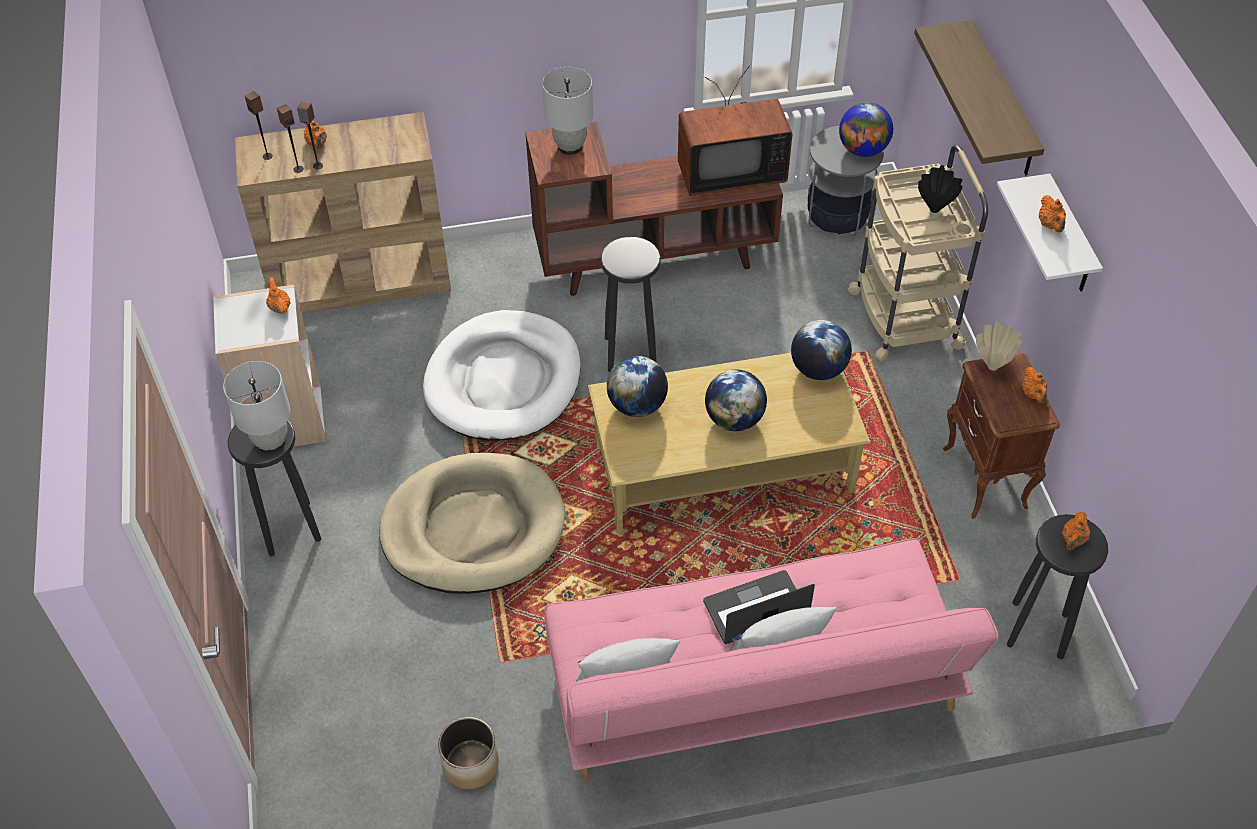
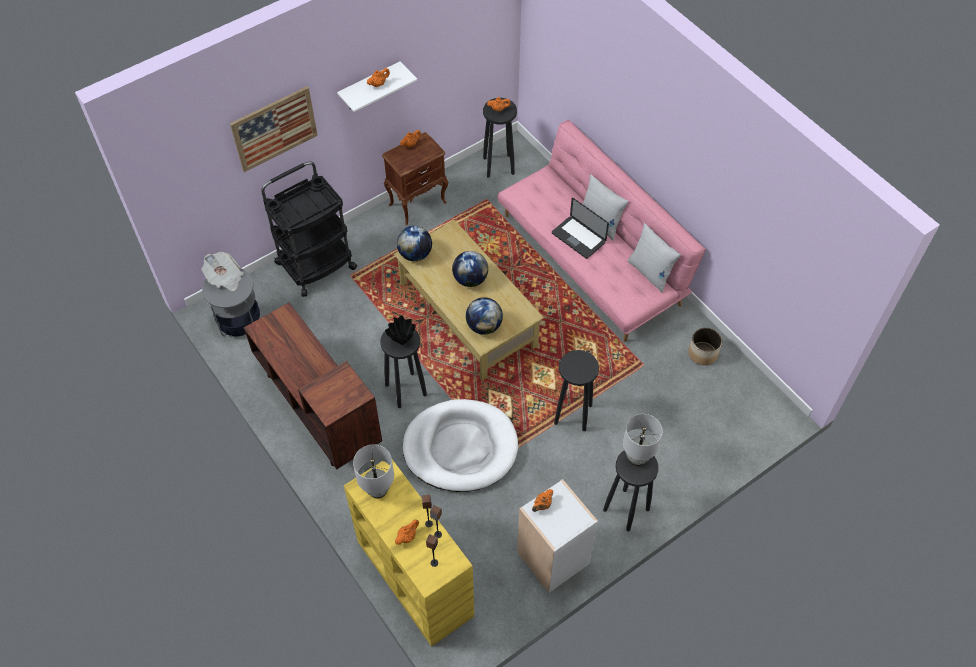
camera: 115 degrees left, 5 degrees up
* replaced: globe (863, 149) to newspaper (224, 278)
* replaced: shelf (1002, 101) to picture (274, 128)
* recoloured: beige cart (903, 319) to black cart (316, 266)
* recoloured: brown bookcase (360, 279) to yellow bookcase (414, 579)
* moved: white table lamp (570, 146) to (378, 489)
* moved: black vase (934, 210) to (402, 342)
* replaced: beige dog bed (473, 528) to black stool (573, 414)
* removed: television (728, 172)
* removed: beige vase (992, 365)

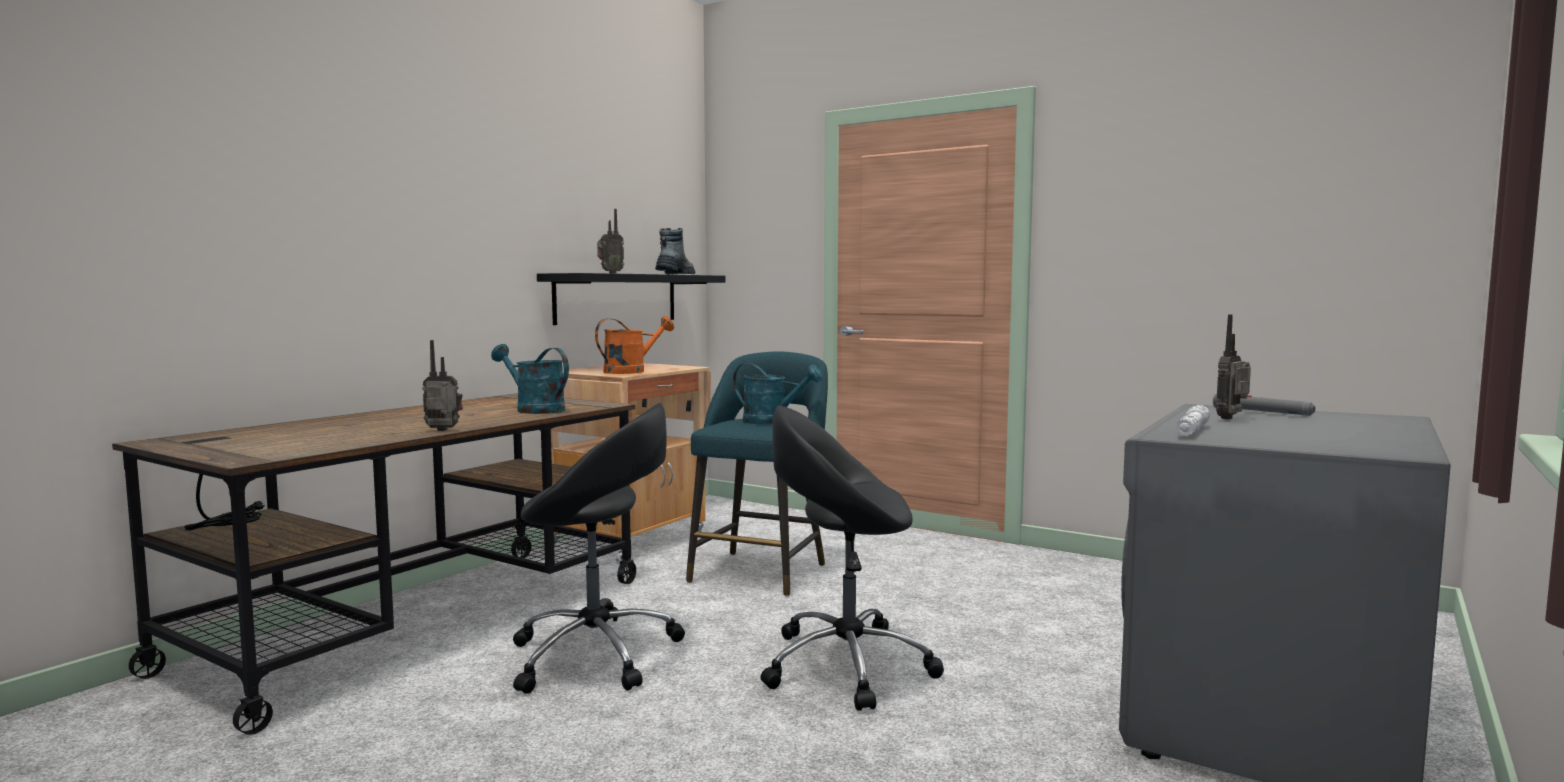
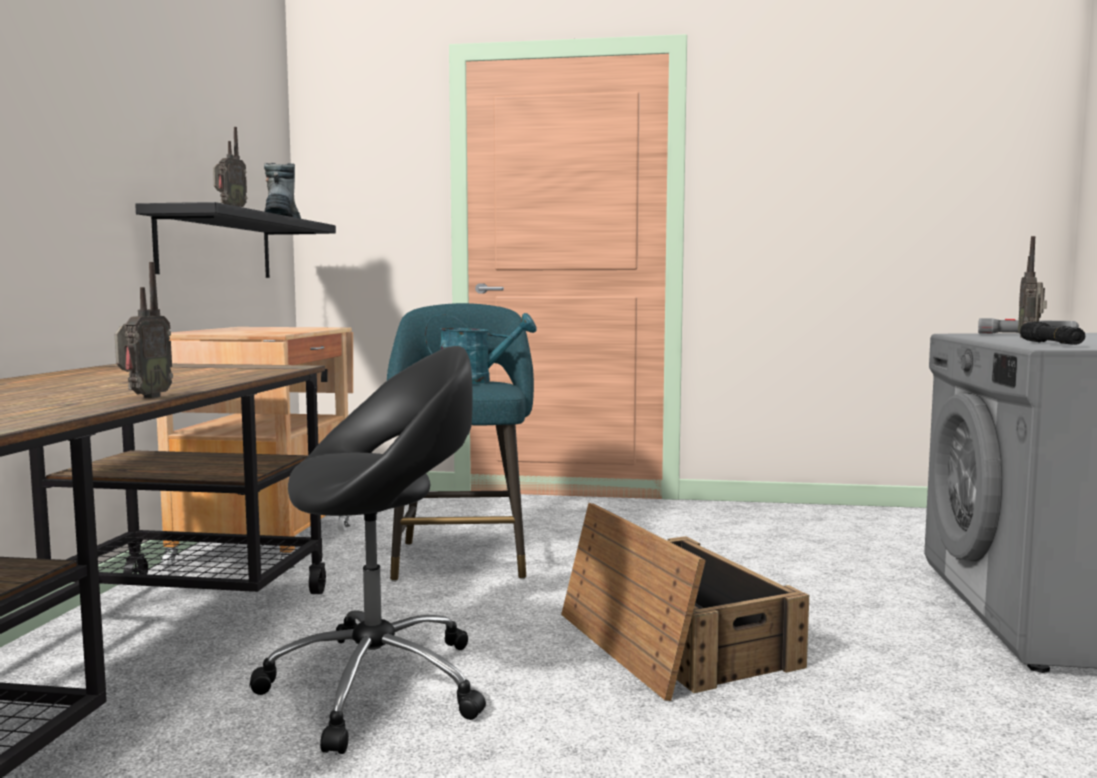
camera: 25 degrees left, 0 degrees up
* turned: radio (443, 431) = (144, 397) 135 degrees clockwise
* replaced: black office chair (843, 665) to crate (672, 640)
* recoloured: white flashlight (1192, 431) to black flashlight (1051, 344)
* removed: turquoise watering can (534, 409)
* removed: orange watering can (631, 371)

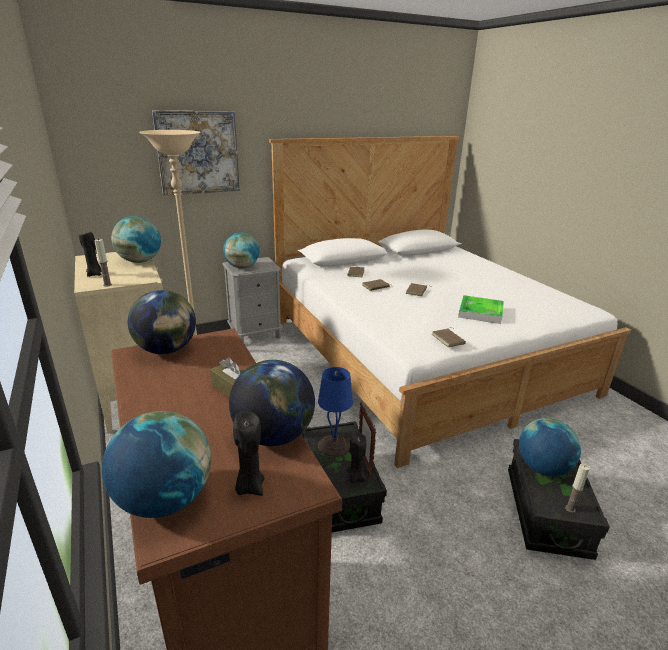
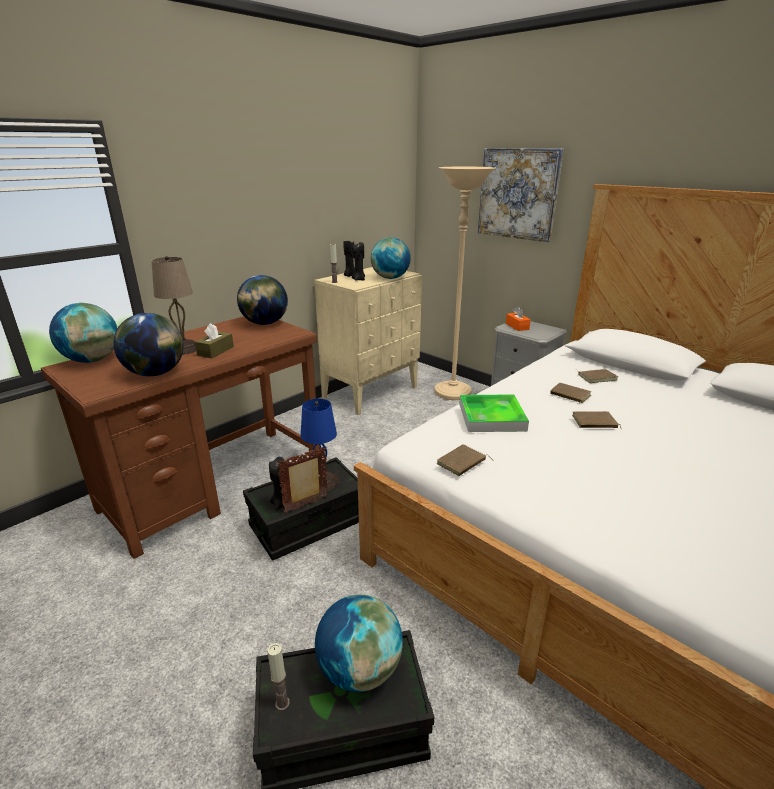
camera: 70 degrees right, 0 degrees up
* added: beige table lamp (183, 349)
* moved: black candle (249, 487) to (358, 279)
* moved: tray (480, 312) to (491, 417)
* replaced: globe (242, 267) to orange tissue box (517, 326)

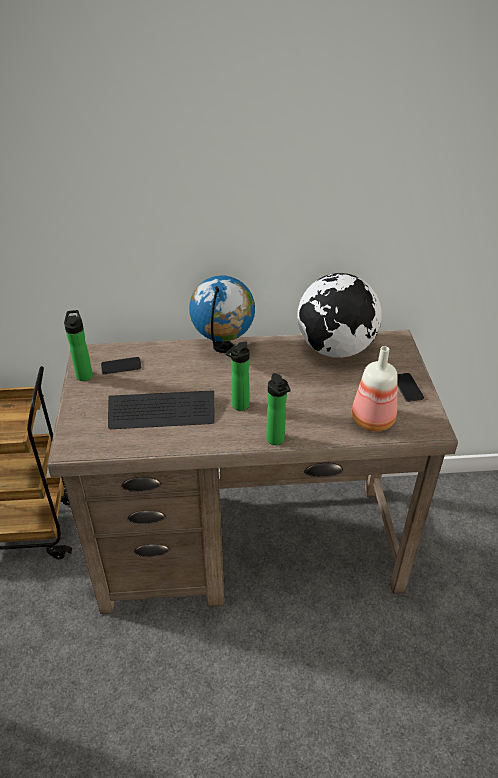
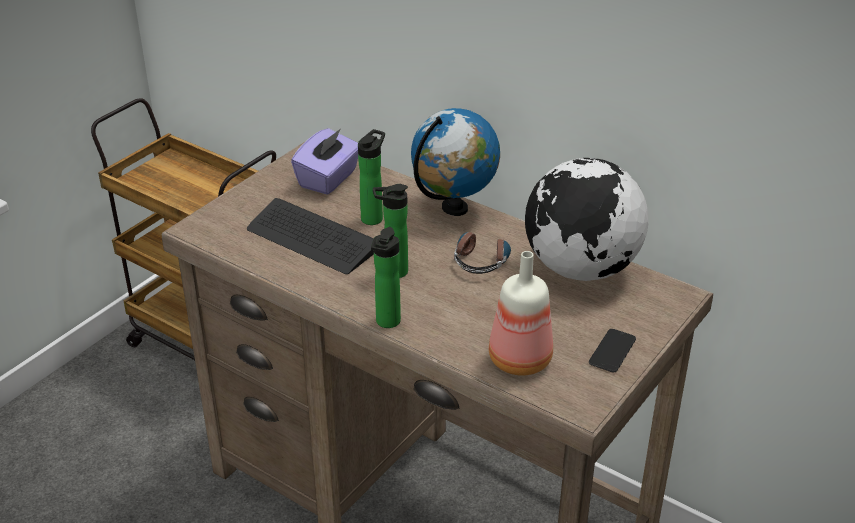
camera: 40 degrees right, 5 degrees down
* replaced: phone (121, 366) to purple tissue box (329, 179)
* moved: bottle (84, 374) to (373, 217)
* added: headphones (482, 257)

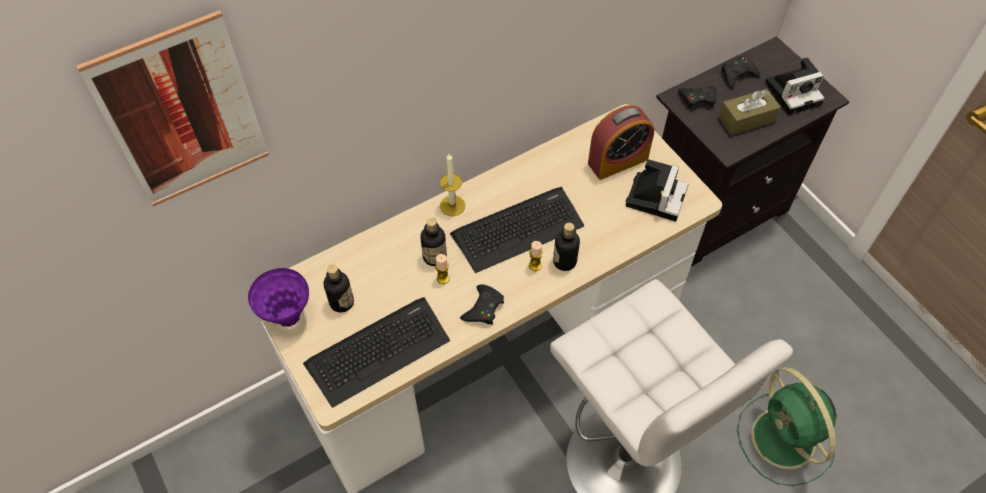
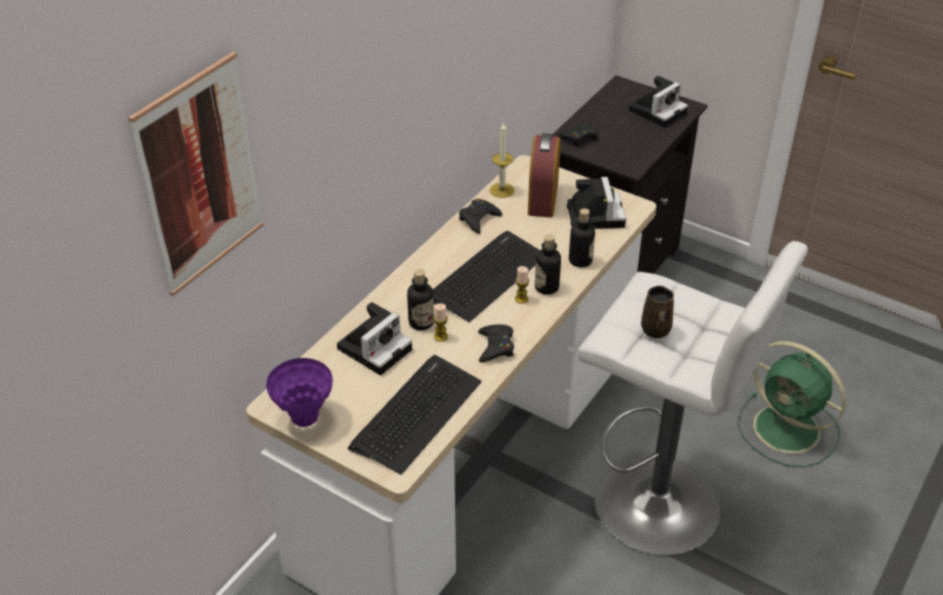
camera: 25 degrees left, 15 degrees down
* added: photo camera (375, 347)
* moved: black game controller (737, 75) to (478, 219)
* moved: candle (452, 206) to (502, 190)
* turned: alarm clock (618, 161) = (543, 198) 150 degrees clockwise
* moved: bottle (342, 302) to (580, 260)
* added: brown mug (655, 331)
* removed: brown tissue box (746, 119)

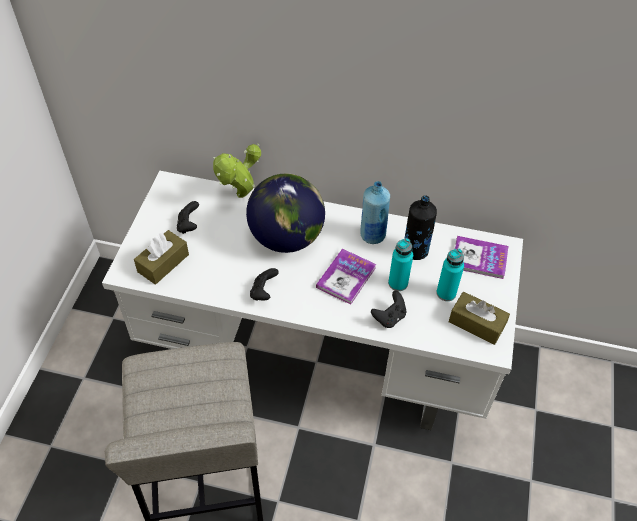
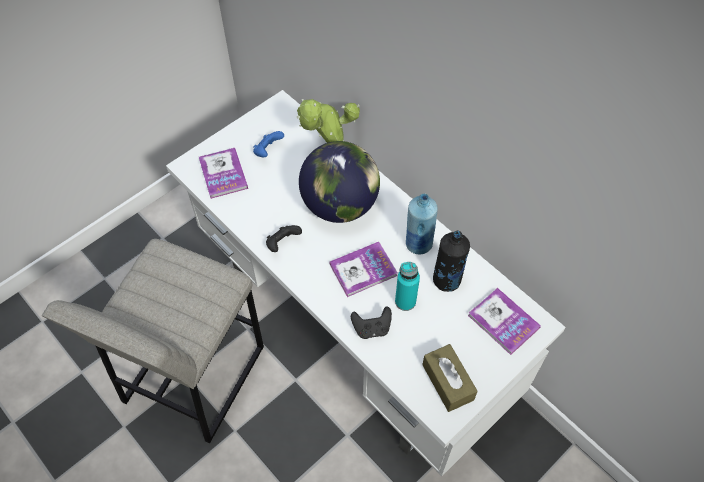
camera: 35 degrees right, 5 degrees up
* replaced: brown tissue box (163, 263) to book (223, 174)
* recoloured: black game controller (189, 225) to blue game controller (268, 151)
* removed: turquoise bottle (446, 293)

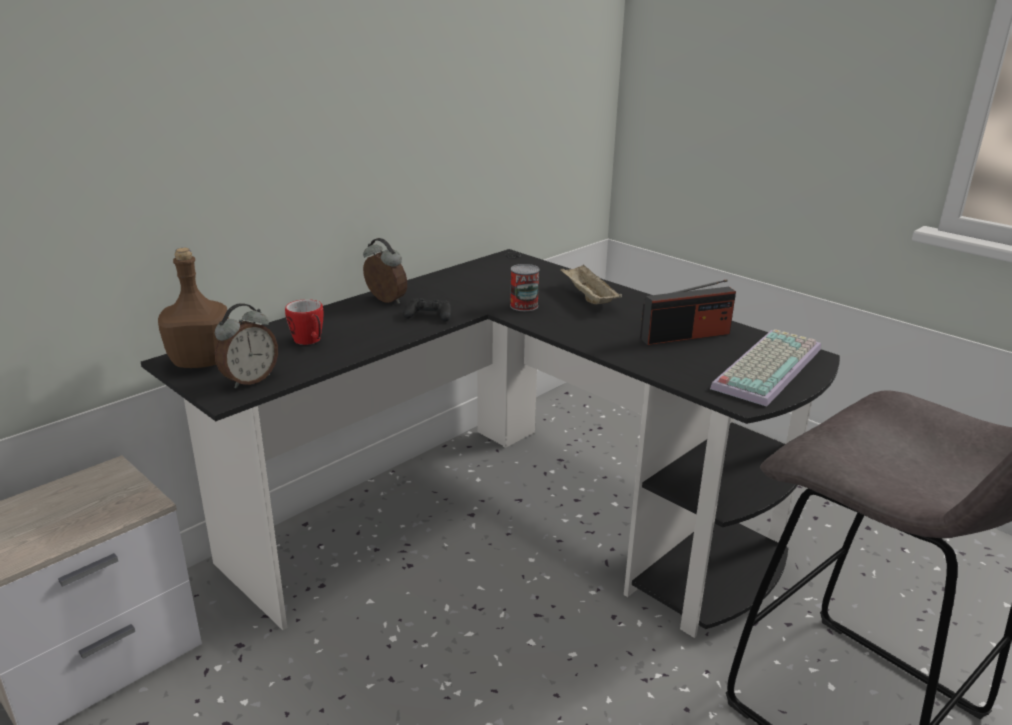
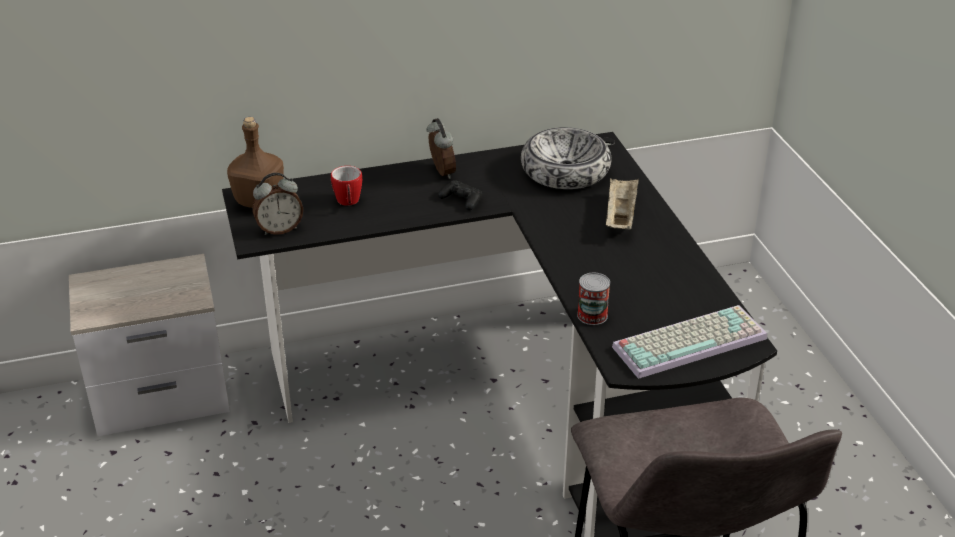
camera: 30 degrees right, 10 degrees up
* added: bowl (565, 171)
* moved: can (524, 306) to (592, 315)
* removed: radio (685, 336)

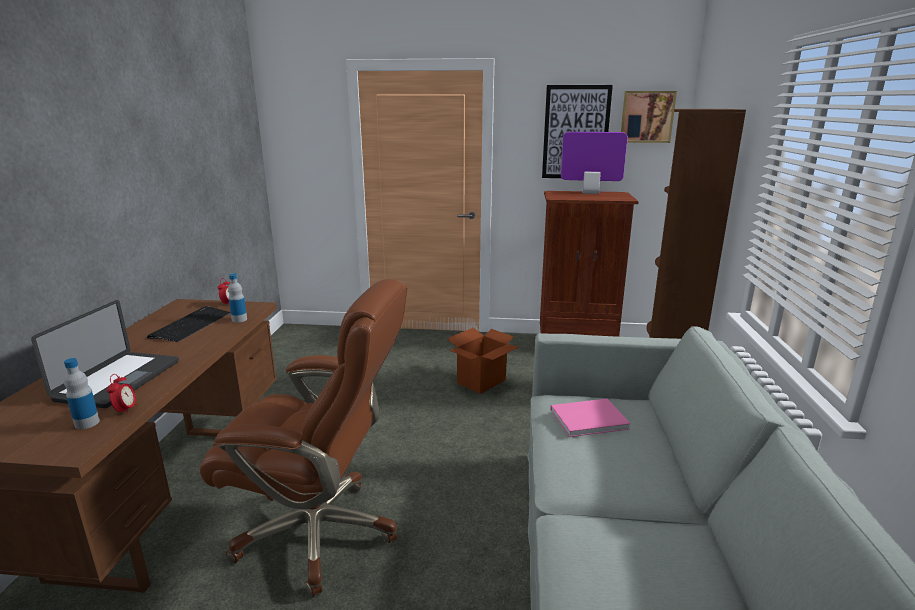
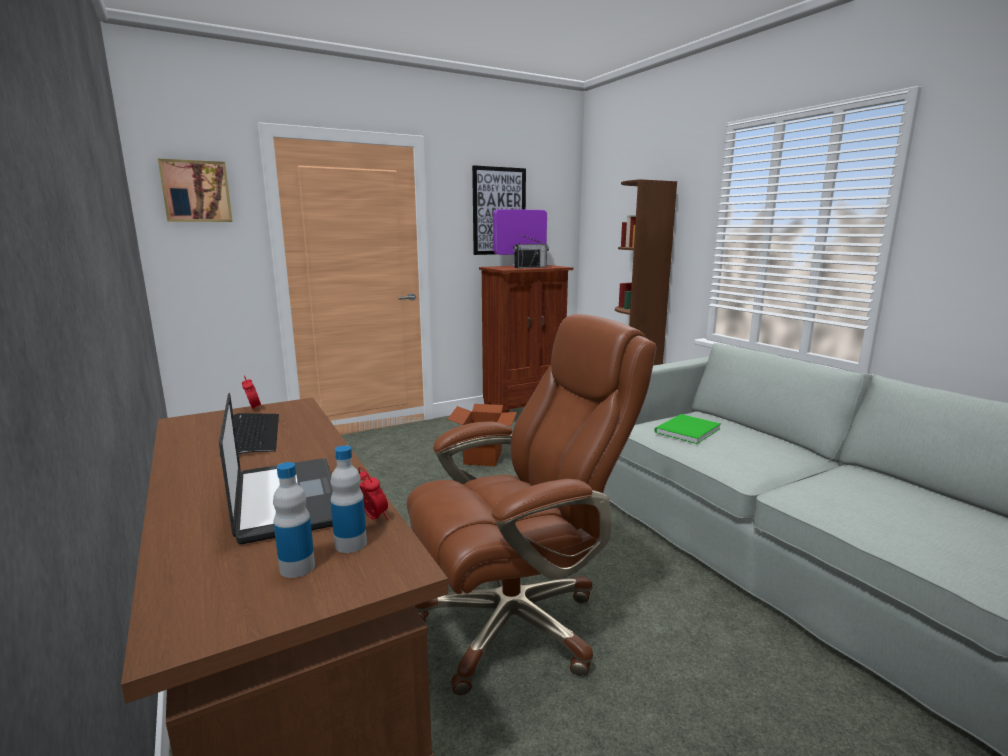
camera: 35 degrees left, 5 degrees down
* moved: picture (647, 117) to (196, 191)
* moved: bottle (239, 319) to (297, 567)
* added: radio (530, 267)
* recoloured: pink book (586, 418) to green book (685, 430)

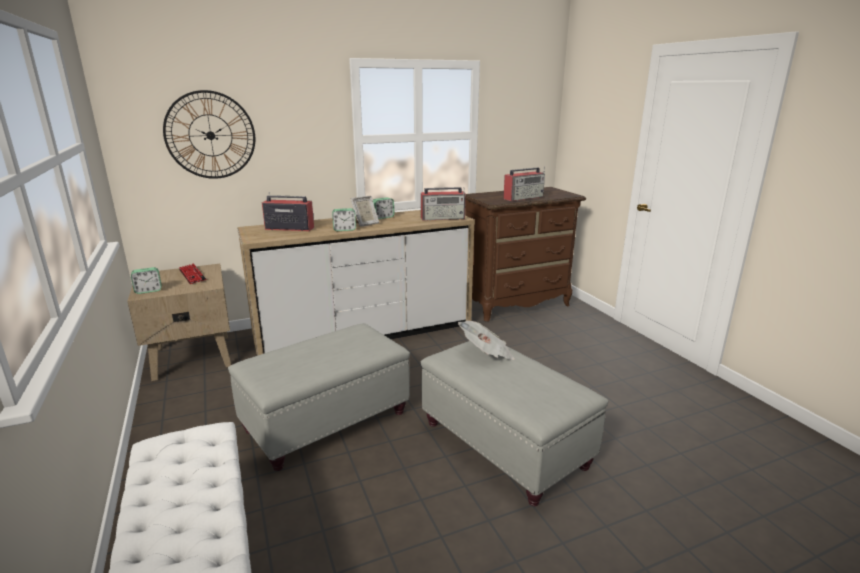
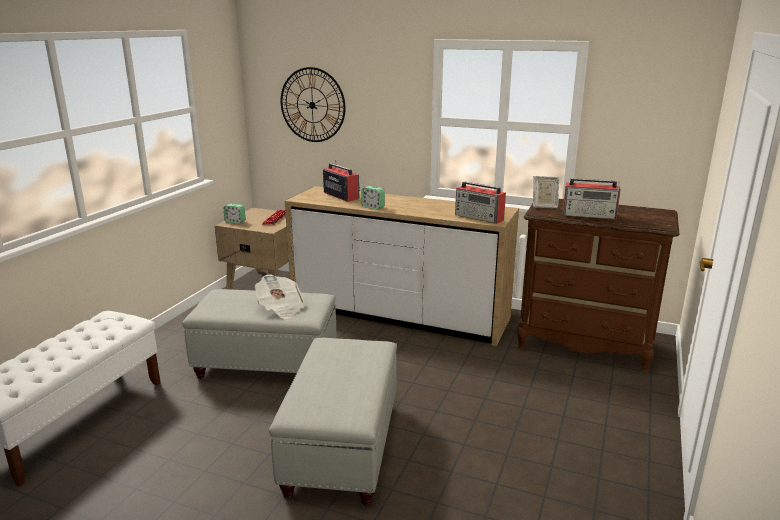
camera: 45 degrees right, 0 degrees up
* moved: newspaper (486, 353) to (280, 308)
* moved: picture frame (365, 224) to (544, 206)
* removed: alarm clock (383, 217)

